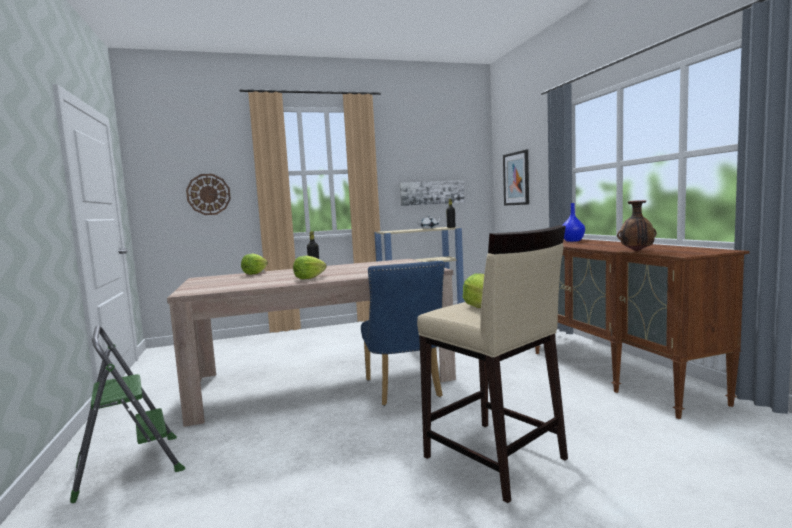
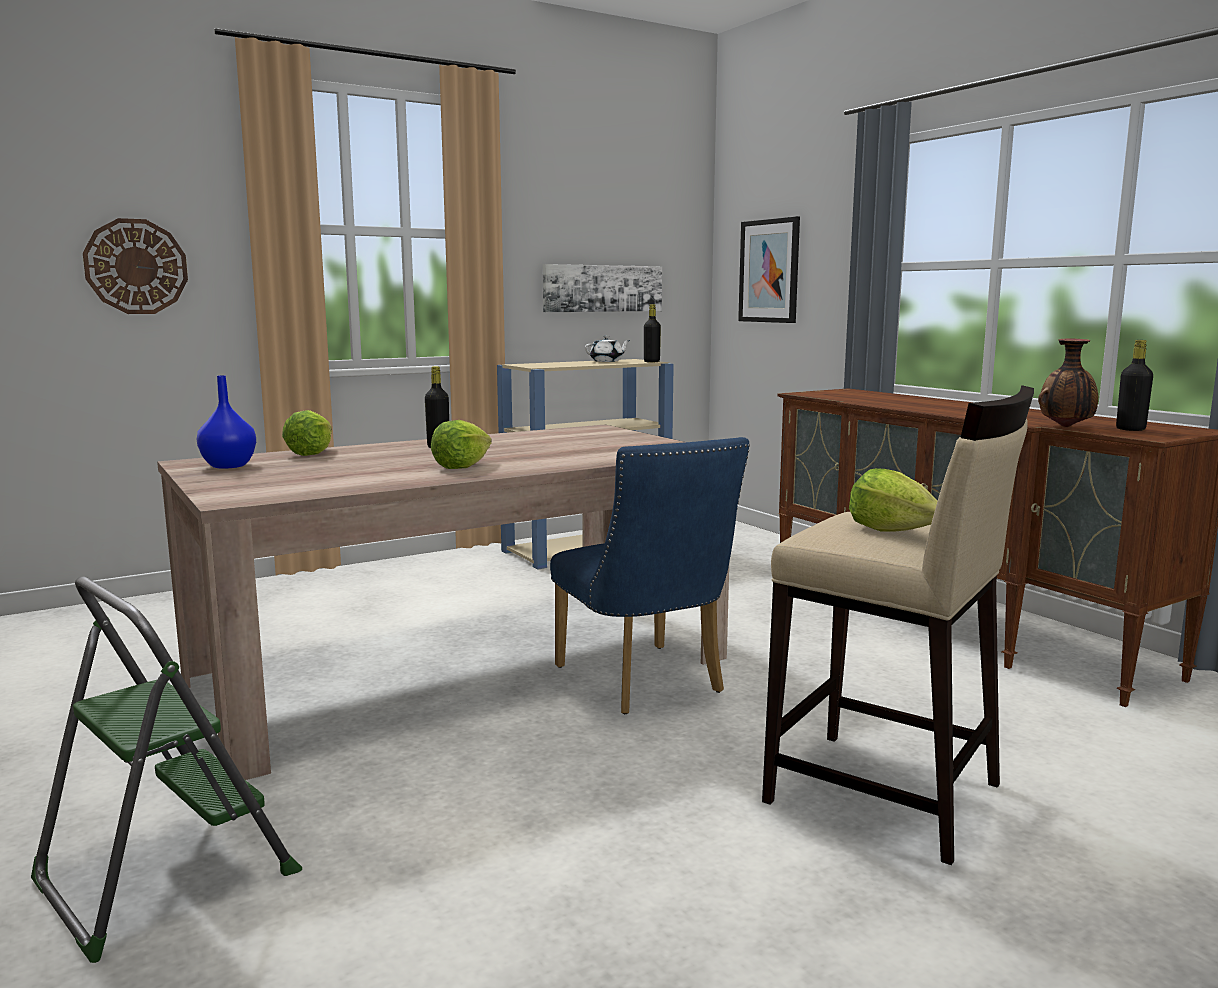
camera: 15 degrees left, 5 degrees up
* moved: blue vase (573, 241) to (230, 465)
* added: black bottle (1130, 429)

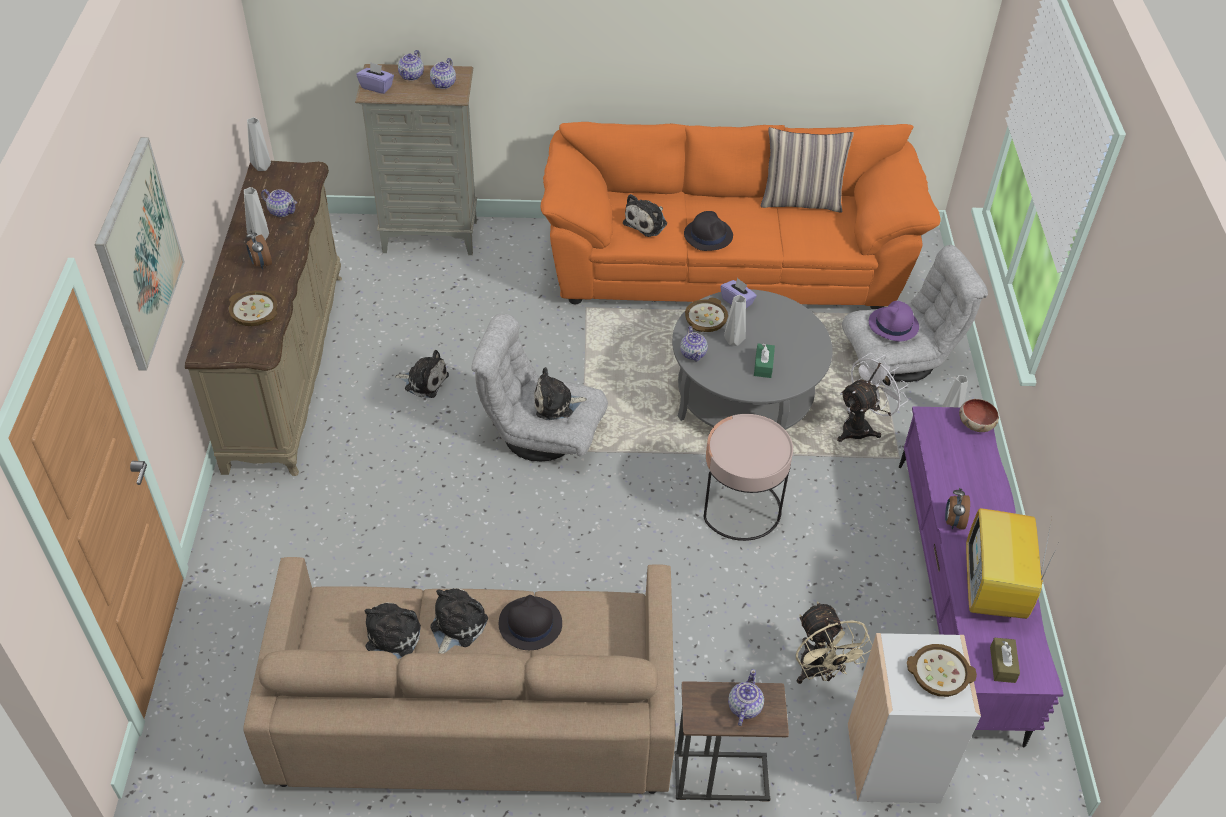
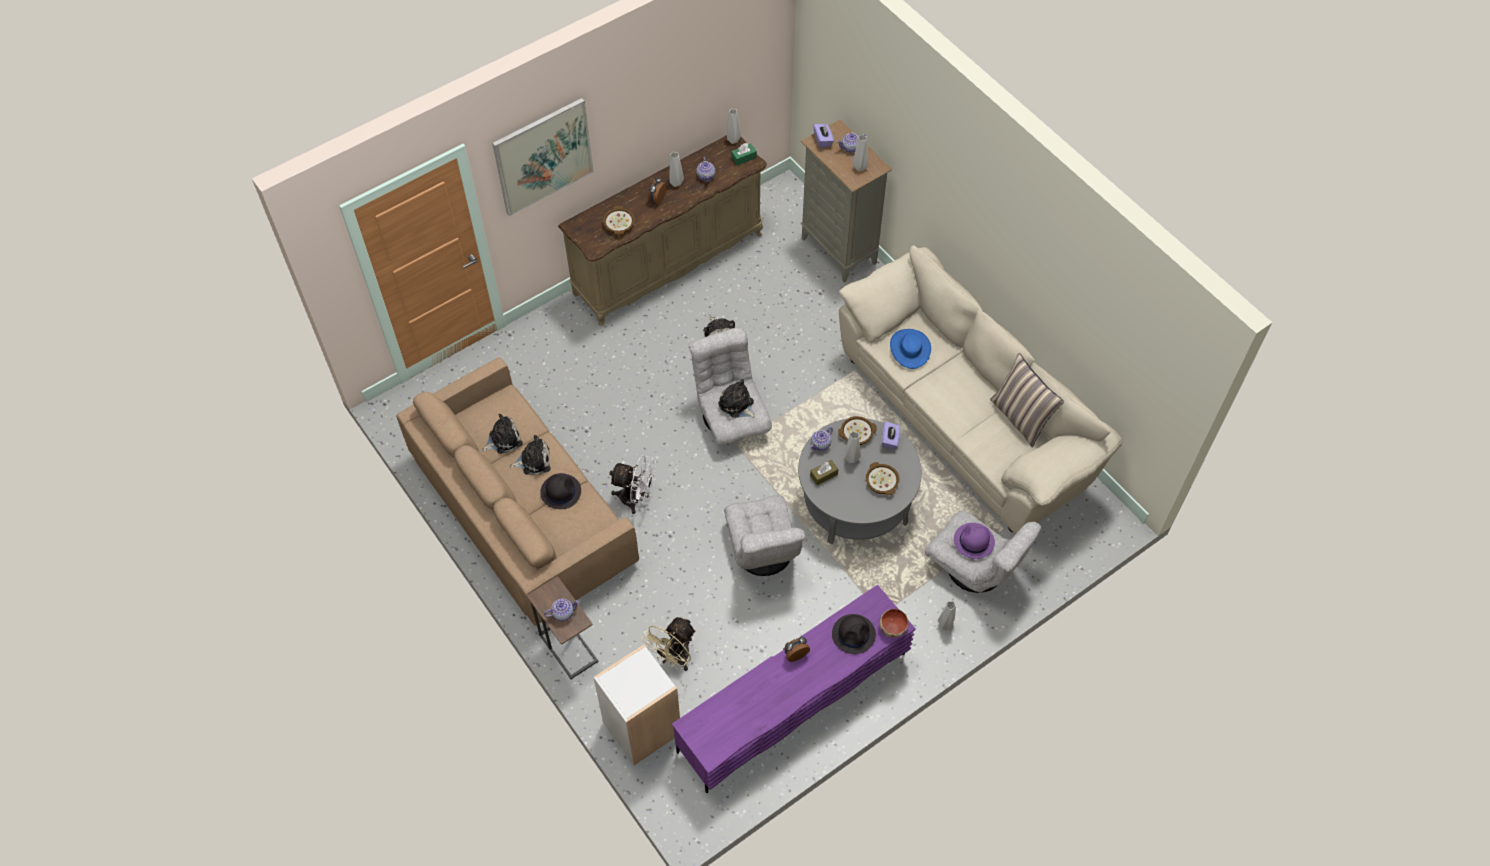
camera: 55 degrees right, 10 degrees up
* moved: white fan (861, 426) to (636, 499)
* replaced: pink side table (740, 508) to grey armchair (762, 550)
* moved: green tissue box (763, 365) to (743, 158)
* moved: brown tissue box (1002, 664) to (823, 475)
* moved: black hat (708, 235) to (854, 634)
* recoloured: orange sofa (726, 271) to beige sofa (964, 422)
* replaced: teapot (444, 84) to grey vase (859, 167)
* moved: bowl (938, 674) to (882, 481)
* replaced: plush toy (647, 223) to blue hat (910, 349)
* removed: television (994, 591)

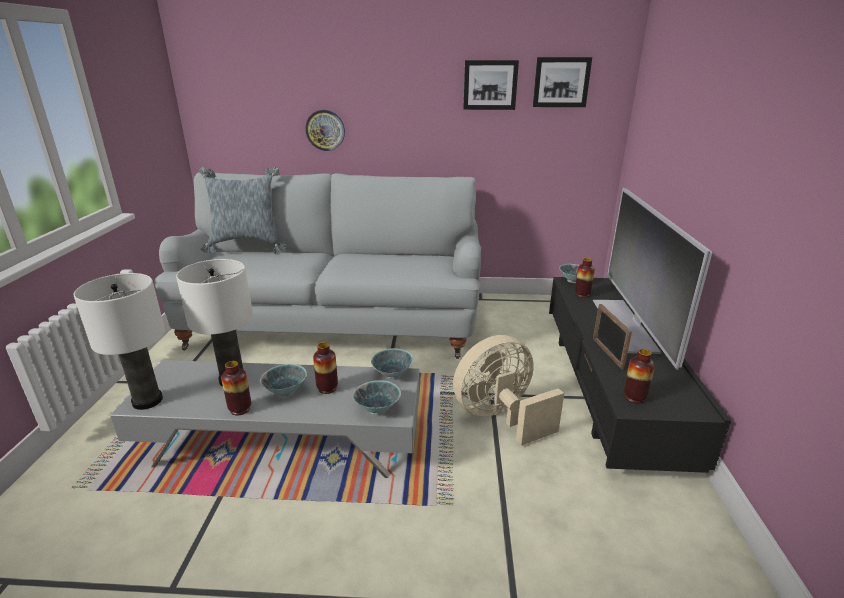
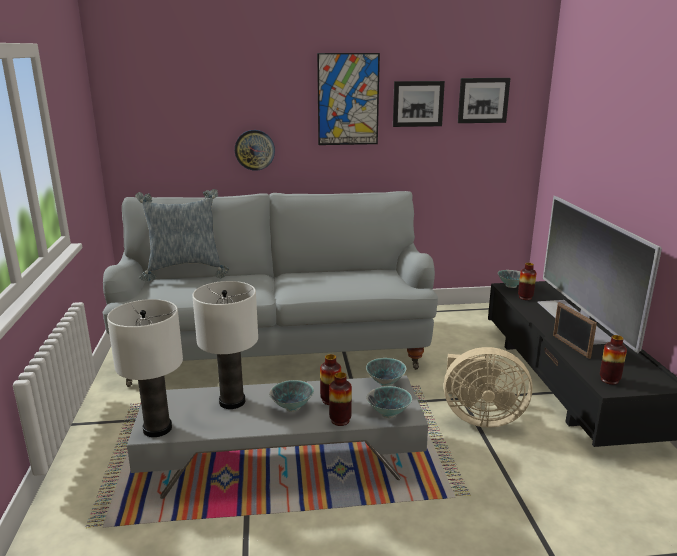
camera: 10 degrees left, 5 degrees down
* added: picture (348, 99)
* moved: vase (240, 409) to (340, 420)
* turned: beige fan (500, 417) = (479, 417) 135 degrees counterclockwise

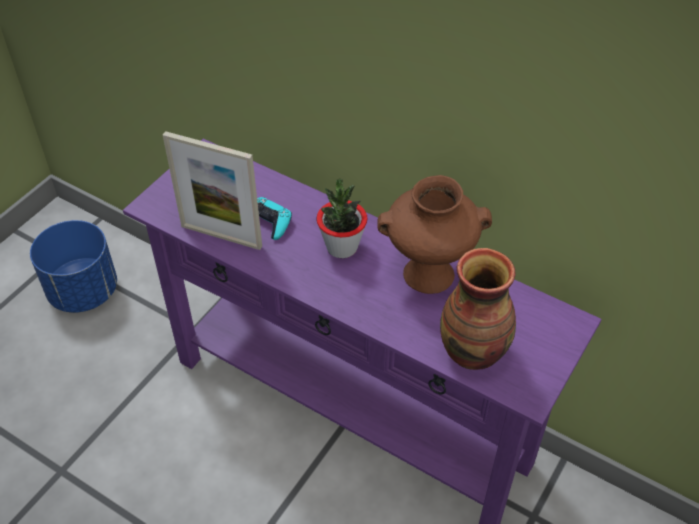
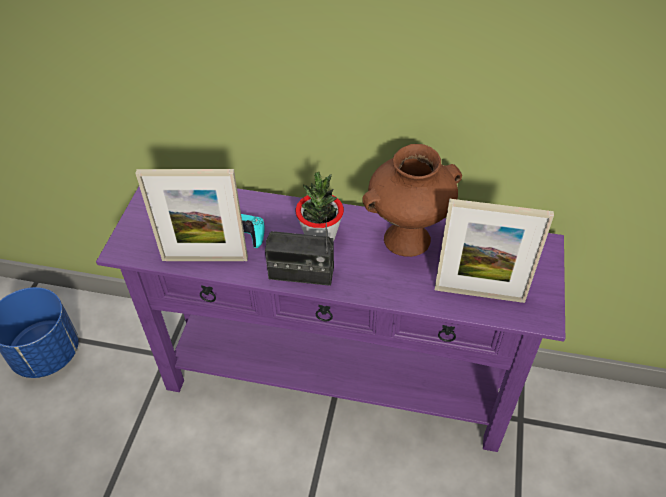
camera: 20 degrees left, 0 degrees up
* added: radio (301, 273)
* replaced: vase (474, 352) to picture frame (479, 294)

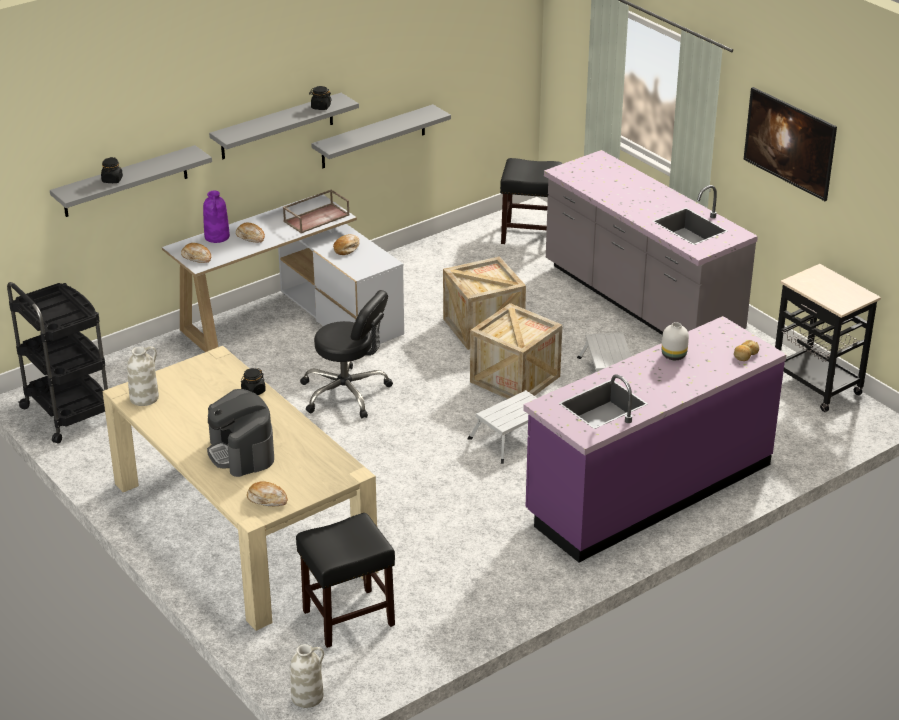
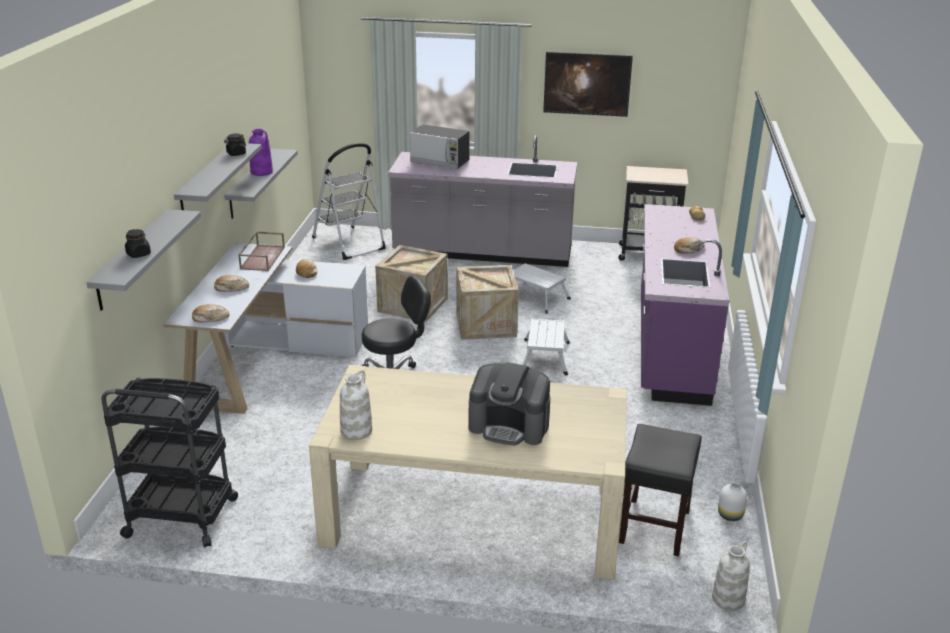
camera: 45 degrees left, 5 degrees down
* moved: purple vase (217, 237) to (262, 172)
* replaced: black stool (529, 235) to step ladder (349, 244)
* added: microwave (440, 162)
* moved: bread (267, 499) to (688, 249)
* moved: white vase (673, 356) to (730, 515)
* removed: black jar (253, 391)

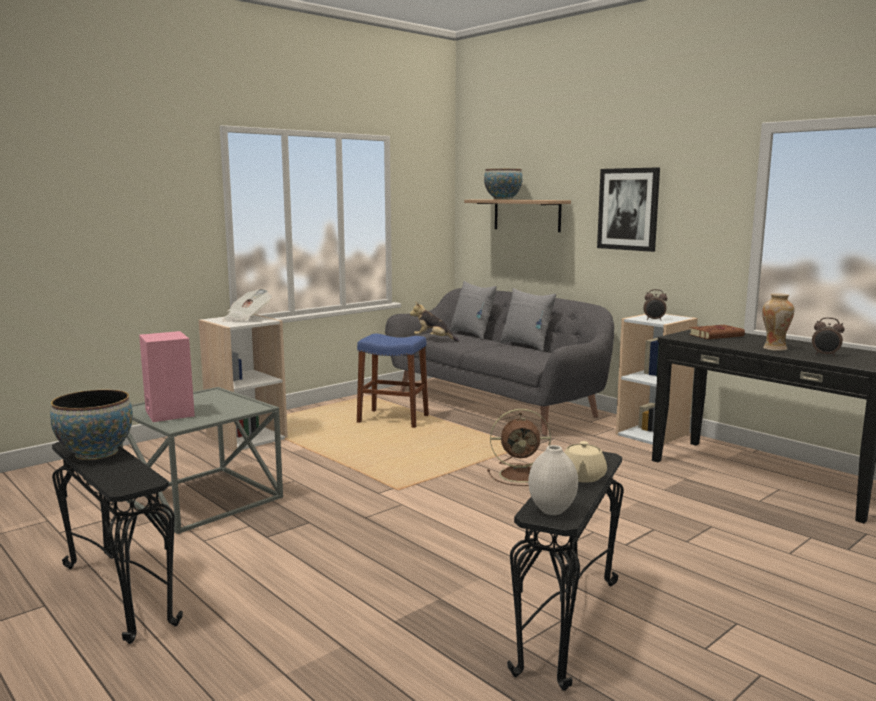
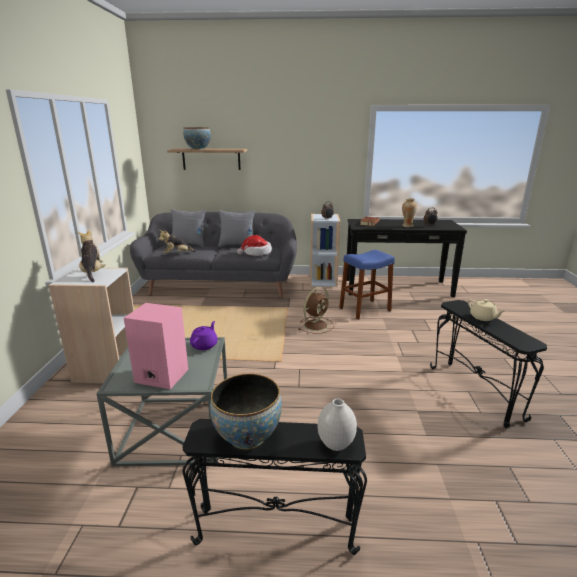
camera: 45 degrees left, 10 degrees up
* replaced: newspaper (247, 318) to plush toy (93, 273)
* added: purple teapot (204, 345)
* added: hat (256, 253)
* moved: white vase (552, 510) to (336, 444)
* moved: blue stool (393, 419) to (365, 309)
* removed: picture (628, 209)

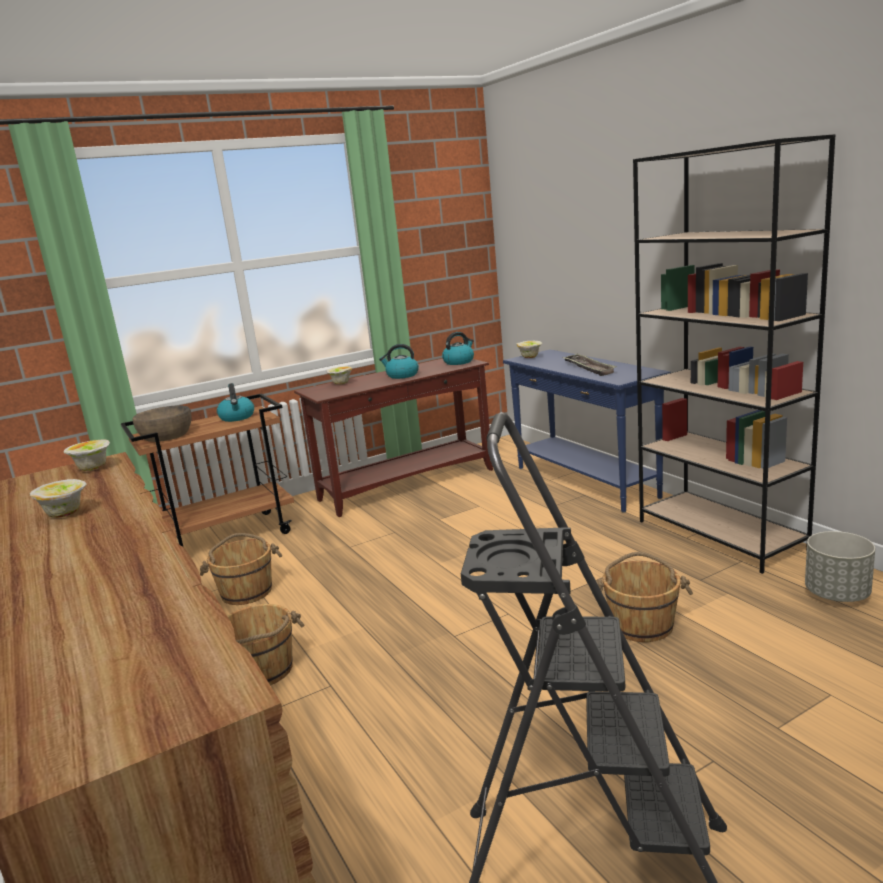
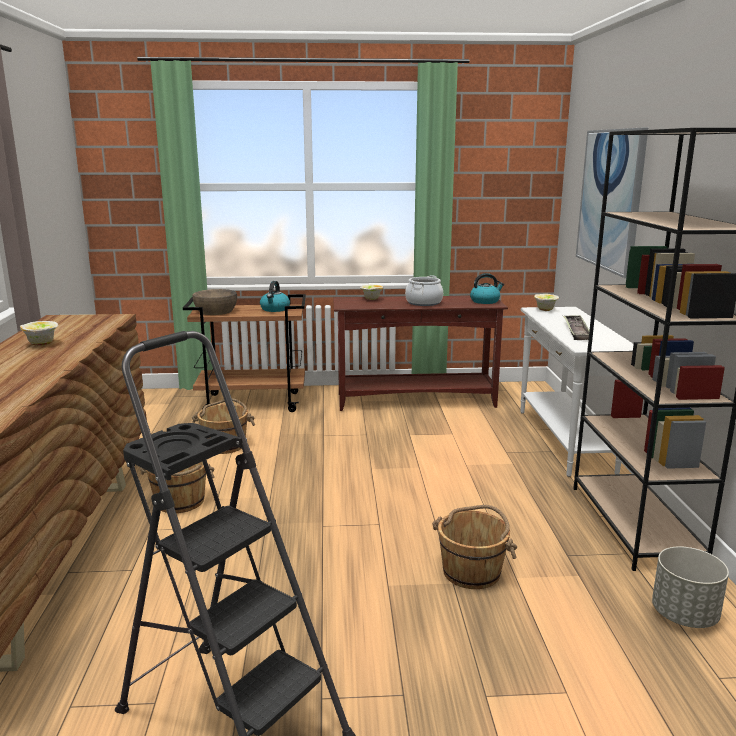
camera: 25 degrees right, 0 degrees up
* replaced: kettle (402, 375) to cooking pot (424, 303)
* recoloured: blue console table (587, 482) to white console table (566, 441)
* added: picture (610, 199)
* removed: bowl (92, 469)

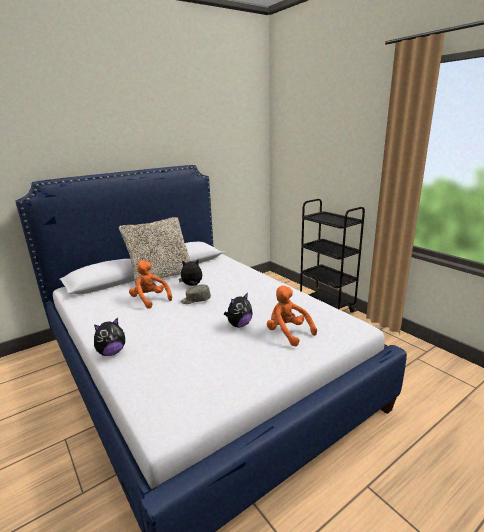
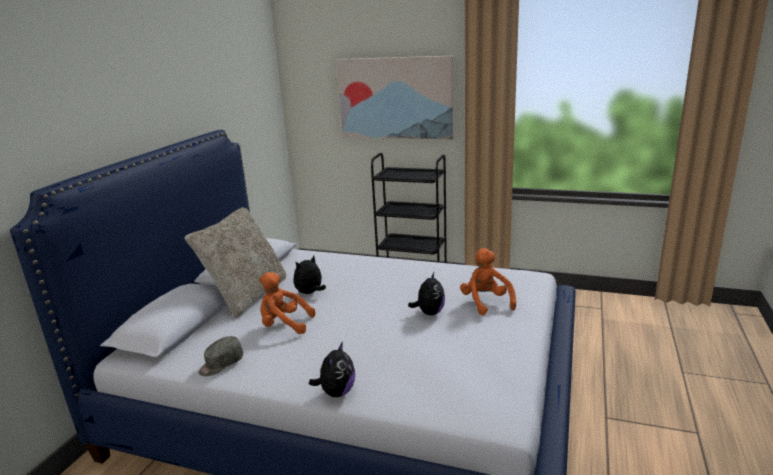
camera: 35 degrees left, 0 degrees up
* moved: grey cap (195, 300) to (221, 364)
* added: picture (395, 98)
* turned: orange plush toy (288, 333) = (486, 302) 60 degrees clockwise

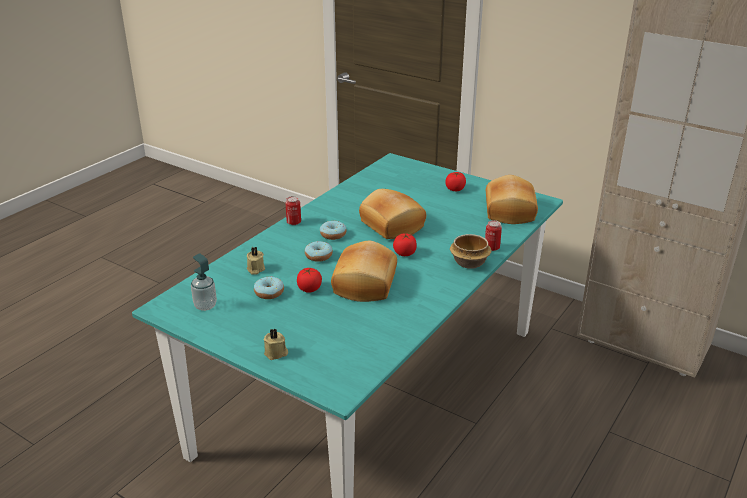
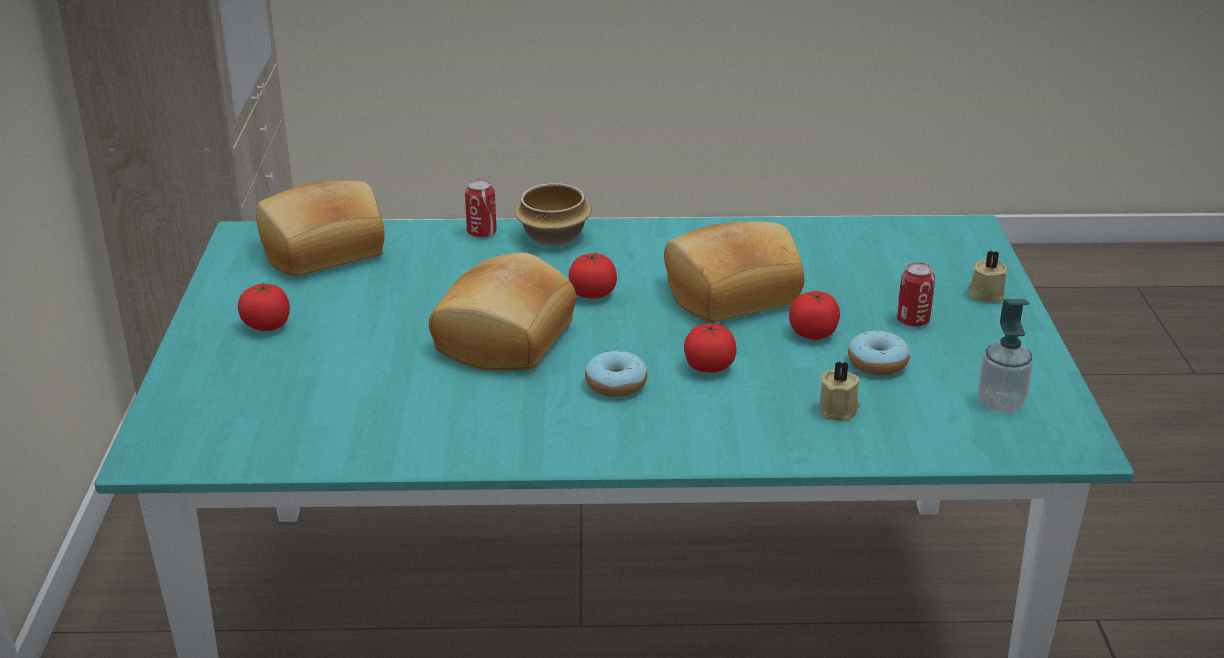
camera: 125 degrees left, 0 degrees up
* replaced: donut (318, 256) to tomato (709, 367)
* moved: can (294, 222) to (912, 321)

